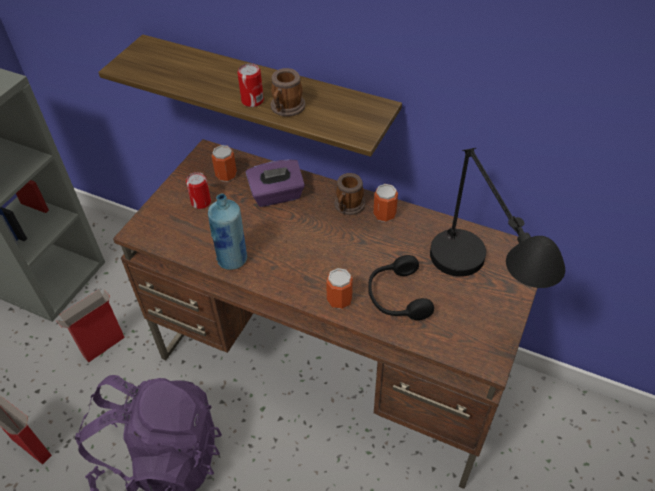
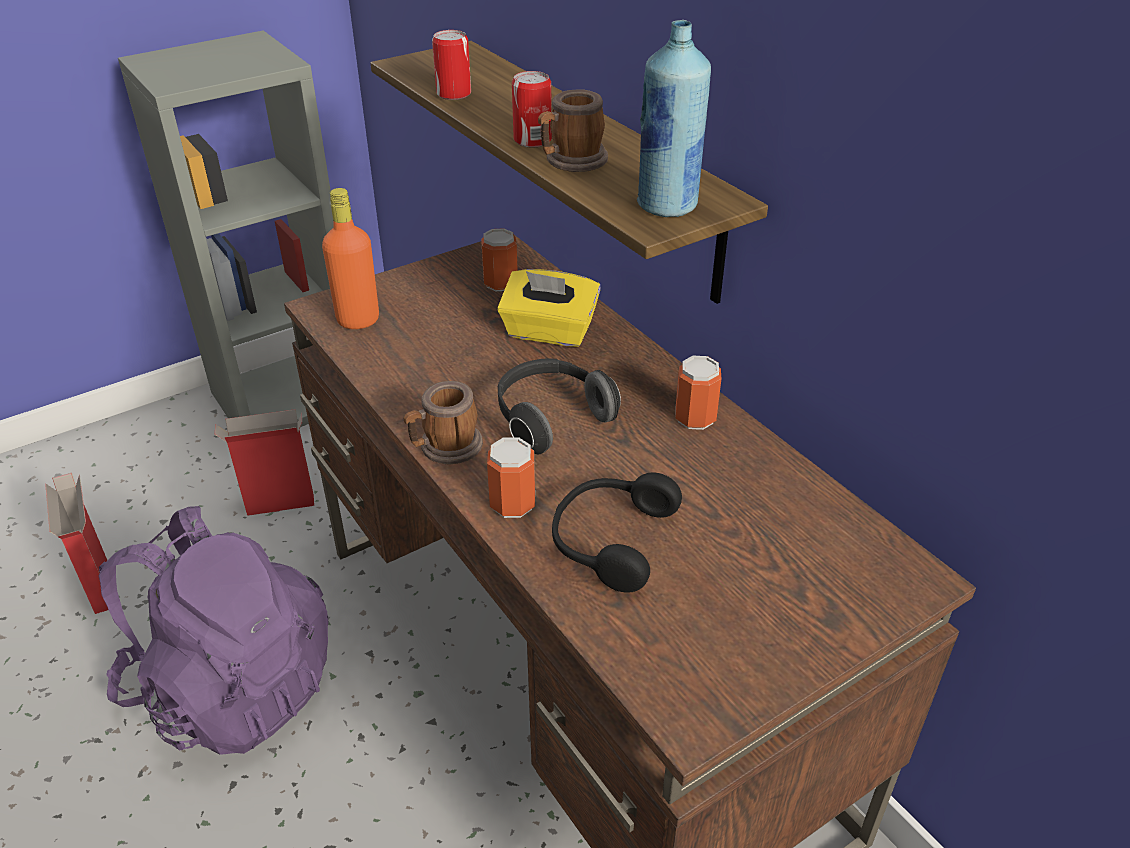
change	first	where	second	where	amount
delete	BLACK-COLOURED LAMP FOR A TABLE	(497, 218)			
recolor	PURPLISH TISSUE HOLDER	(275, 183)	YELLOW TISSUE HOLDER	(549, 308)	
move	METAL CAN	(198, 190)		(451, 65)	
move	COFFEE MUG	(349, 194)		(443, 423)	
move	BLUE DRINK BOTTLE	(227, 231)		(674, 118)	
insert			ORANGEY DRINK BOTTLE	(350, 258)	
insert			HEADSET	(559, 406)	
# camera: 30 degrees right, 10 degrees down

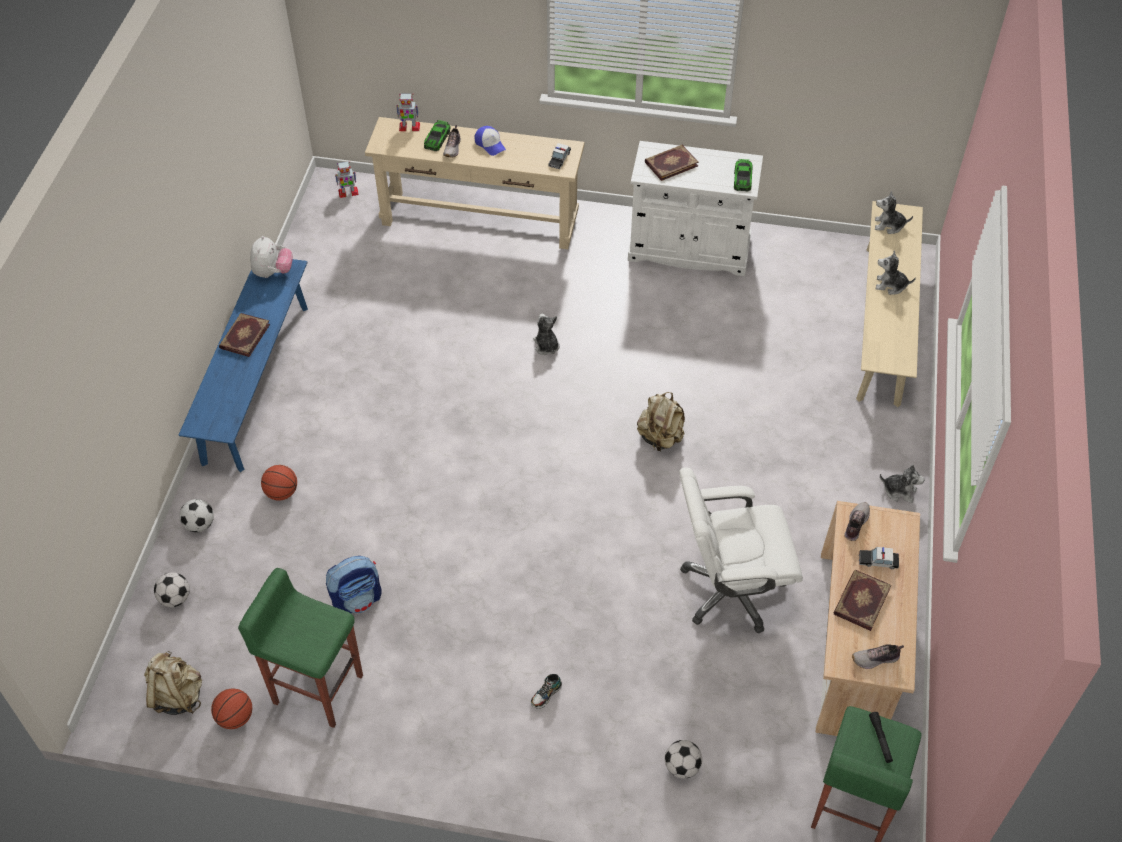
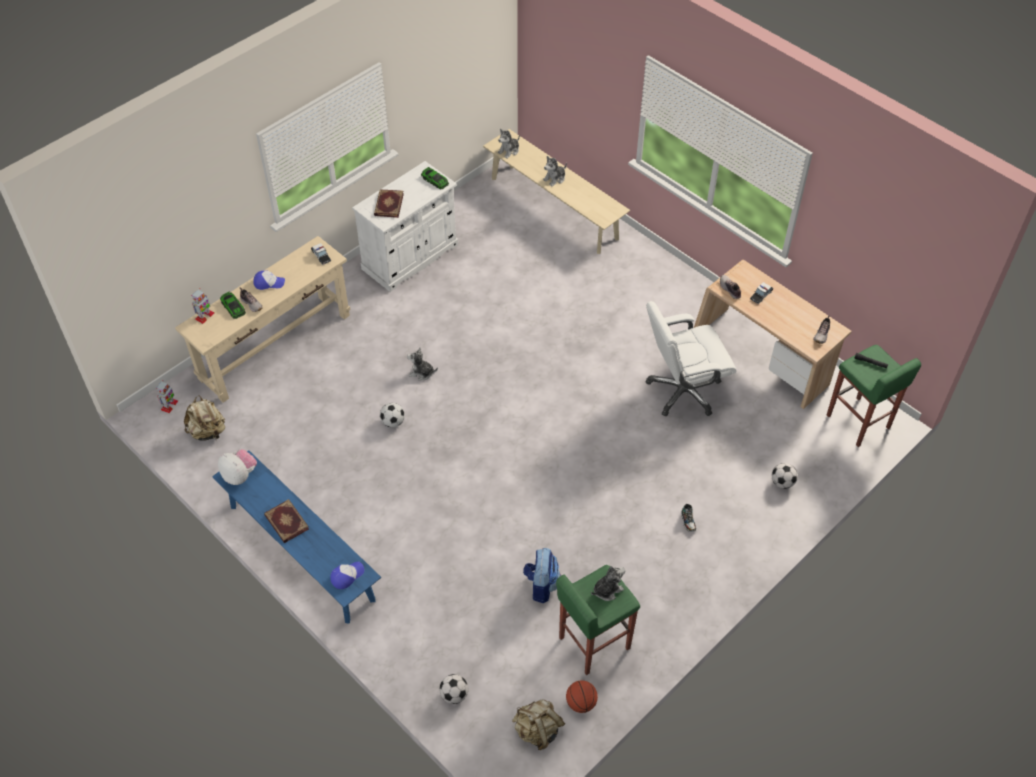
change	first	where	second	where	amount
move	BEIGE-COLOURED BACKPACK	(661, 421)		(204, 418)	
delete	BASKETBALL	(279, 483)			
move	PLUSH TOY	(902, 484)		(608, 583)	
rotate	WHITE-COLOURED OFFICE CHAIR	(741, 550)		(691, 359)	45 degrees clockwise
move	FOOTBALL	(196, 515)		(392, 415)	
delete	VOLUME	(862, 600)			
insert			CAP	(347, 575)	
# camera: 55 degrees left, 0 degrees up

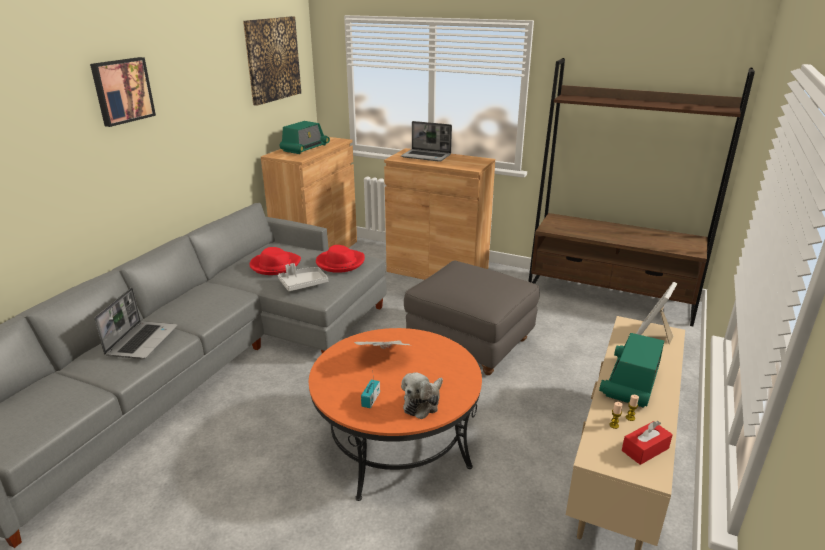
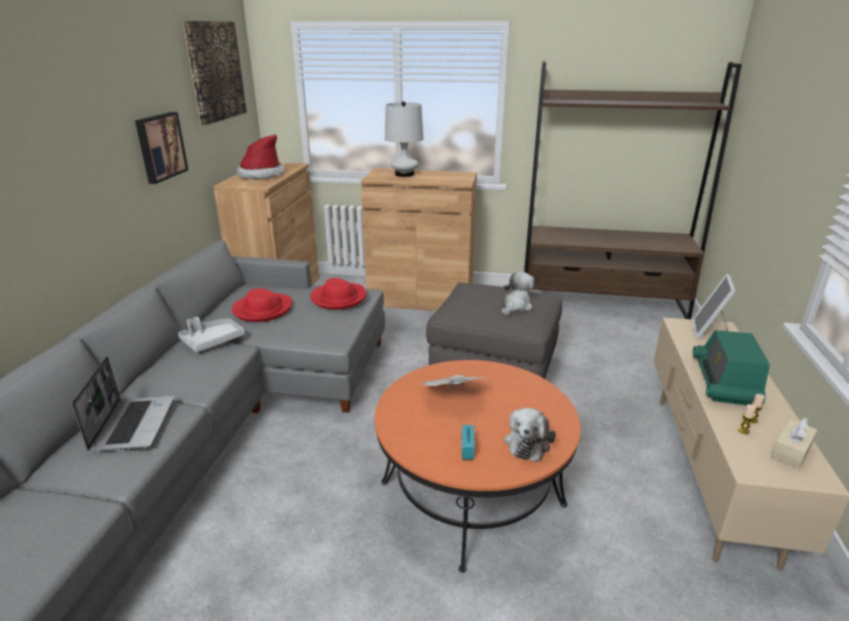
change	first	where	second	where	amount
move	WALL ART	(123, 92)		(161, 148)	
replace	RADIO SET	(305, 137)	CLOTHING HAT	(261, 157)	
replace	NOTEBOOK COMPUTER	(426, 141)	WHITE-COLOURED LAMP FOR A TABLE	(404, 139)	
move	GRAY TRAY	(303, 277)		(211, 334)	
recolor	RED-COLOURED TISSUE HOLDER	(647, 443)	BEIGE-COLOURED TISSUE HOLDER	(794, 443)	
insert			PLUSH TOY	(517, 294)	
# camera: 15 degrees left, 0 degrees up

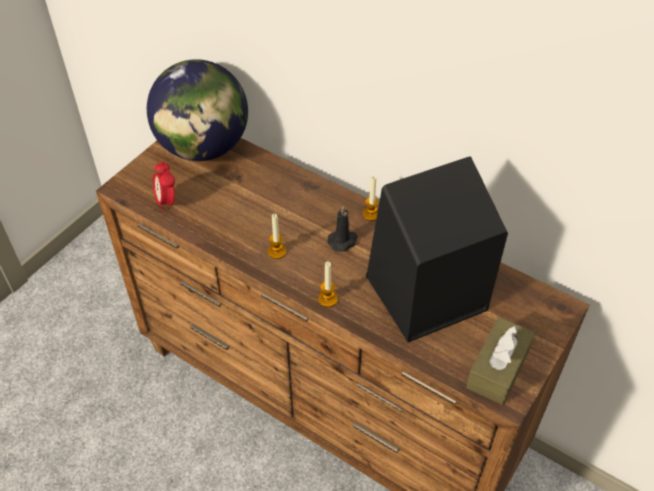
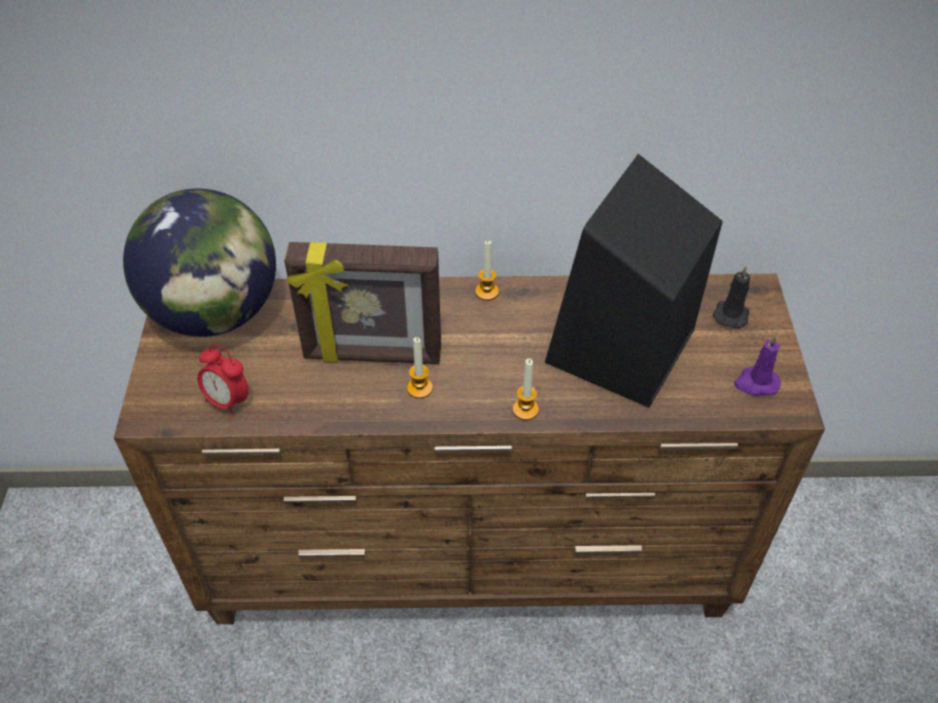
change	first	where	second	where	amount
move	BLACK-COLOURED WAX CANDLE	(342, 228)		(731, 297)	
replace	BROWN-COLOURED TISSUE HOLDER	(500, 361)	PURPLISH WAX CANDLE	(757, 365)	
insert			PICTURE FRAME	(362, 303)	
# camera: 35 degrees left, 0 degrees up

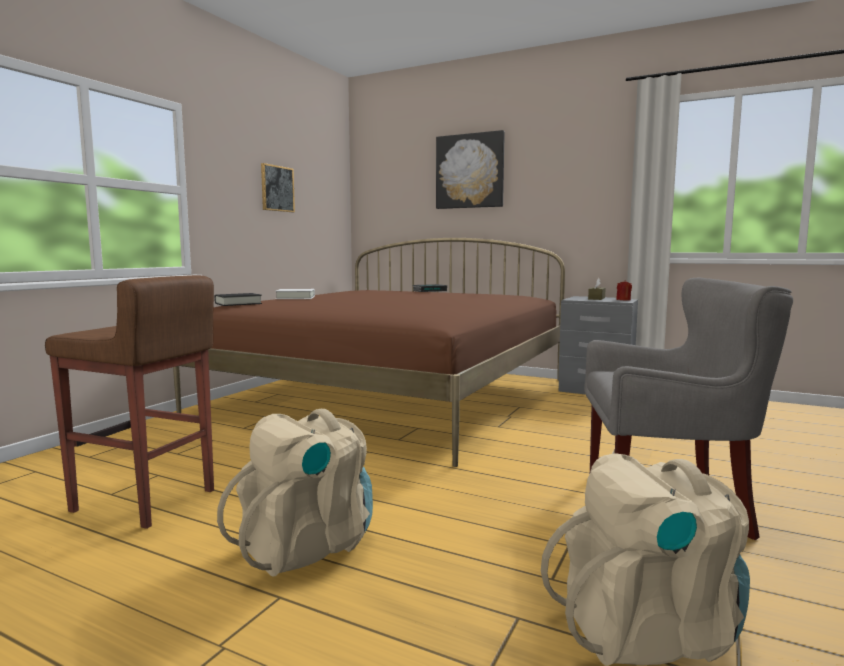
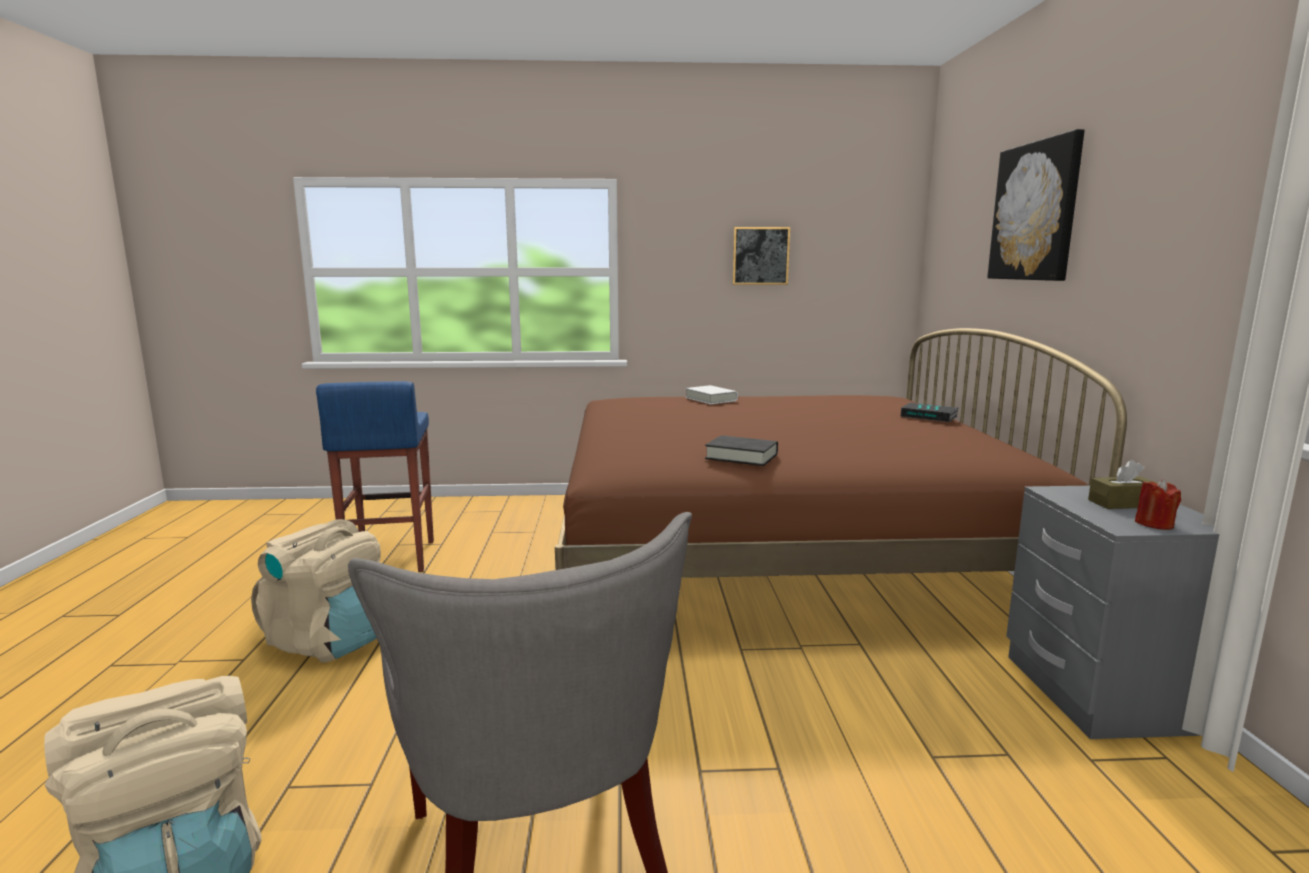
change	first	where	second	where	amount
recolor	BROWN-COLOURED SITTING STOOL	(129, 402)	BLUE SITTING STOOL	(375, 476)	
move	BLACK-COLOURED VOLUME	(238, 299)		(741, 450)	
# camera: 60 degrees right, 5 degrees up

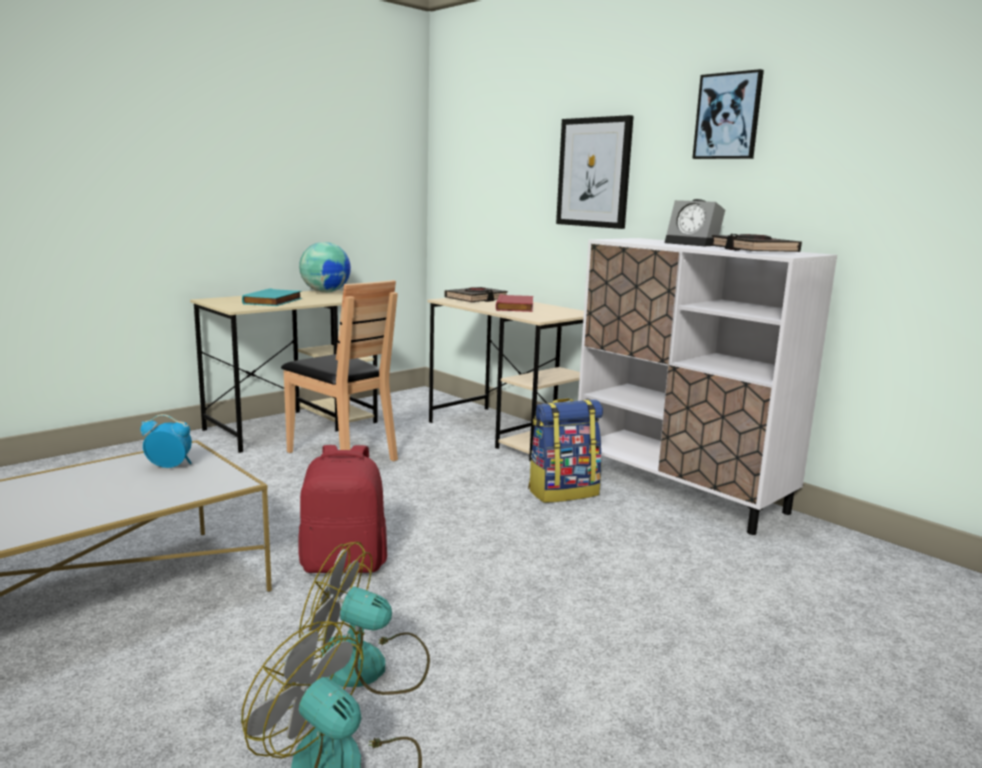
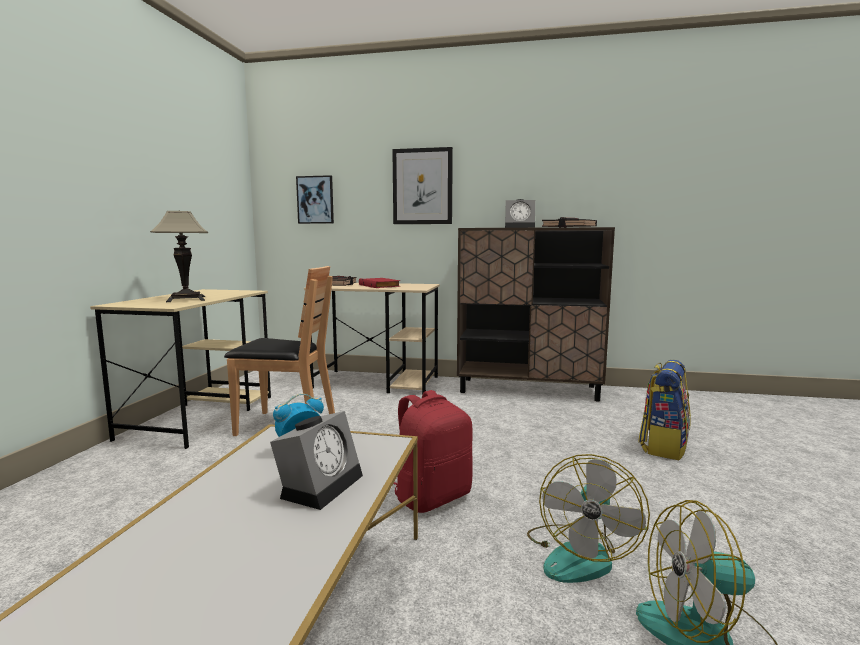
change	first	where	second	where	amount
move	WALL ART	(728, 114)		(315, 199)	
recolor	WHITE-COLOURED CABINET	(707, 386)	BROWN-COLOURED CABINET	(536, 314)	
delete	GLOBE	(325, 267)			
replace	TURQUOISE-COLOURED VOLUME	(272, 297)	LAMP FOR A TABLE	(179, 256)	
move	BACKPACK	(565, 450)		(664, 410)	
rotate	ELECTRIC FAN	(364, 618)		(588, 518)	45 degrees counterclockwise
insert			TABLE CLOCK	(316, 460)	
# camera: 35 degrees left, 5 degrees down

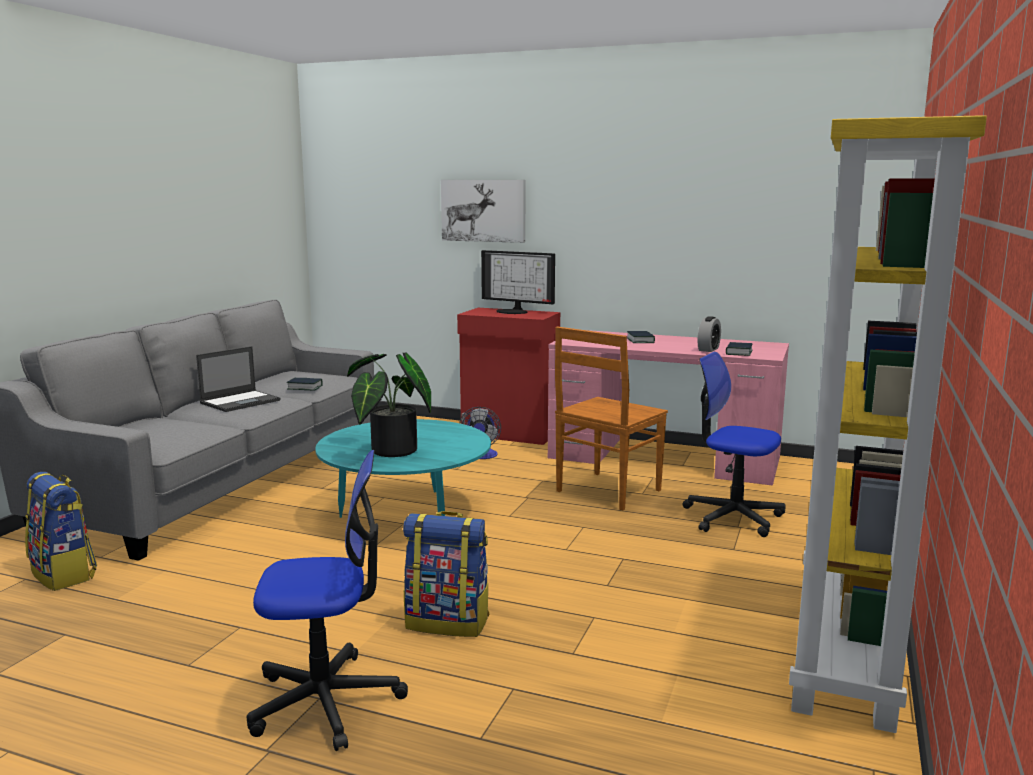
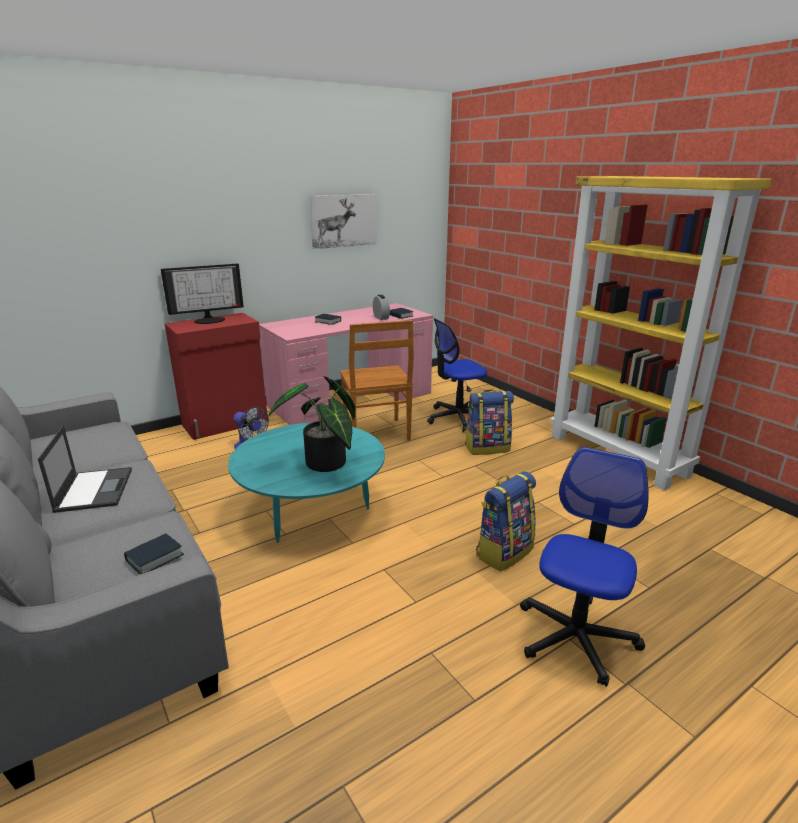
change	first	where	second	where	amount
move	WALL ART	(483, 211)		(342, 221)	
move	VOLUME	(304, 384)		(154, 554)	
move	BACKPACK	(61, 531)		(489, 422)	
# camera: 55 degrees left, 10 degrees up

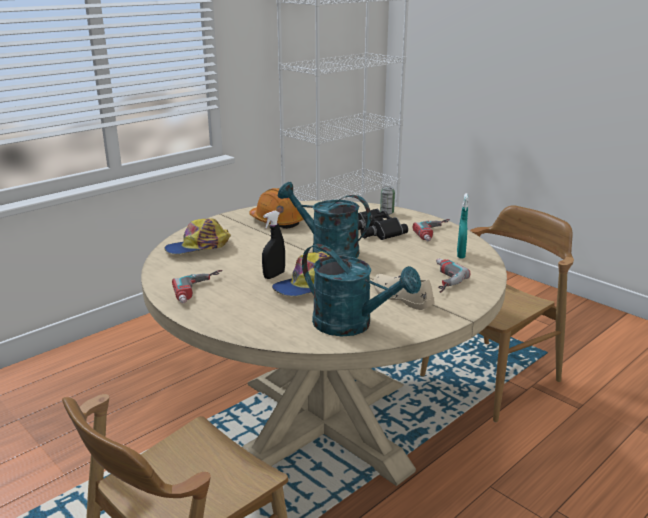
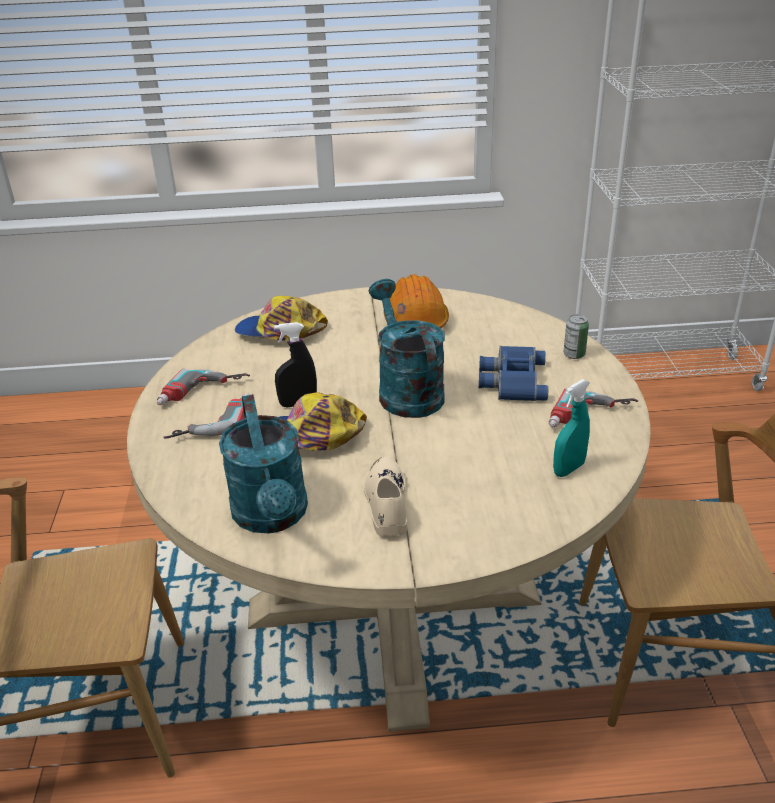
change	first	where	second	where	amount
recolor	BLACK-COLOURED FIELD GLASSES	(383, 224)	BLUE FIELD GLASSES	(513, 373)	
move	POWER DRILL	(453, 275)		(206, 416)	
# camera: 40 degrees right, 10 degrees up

